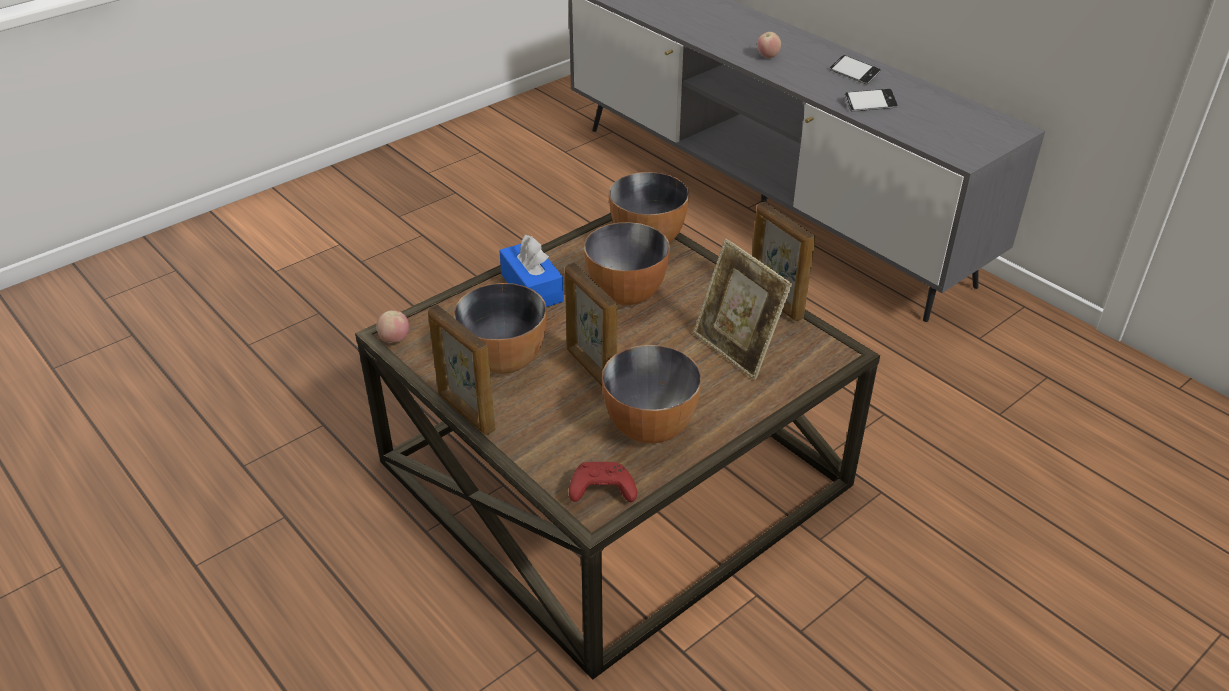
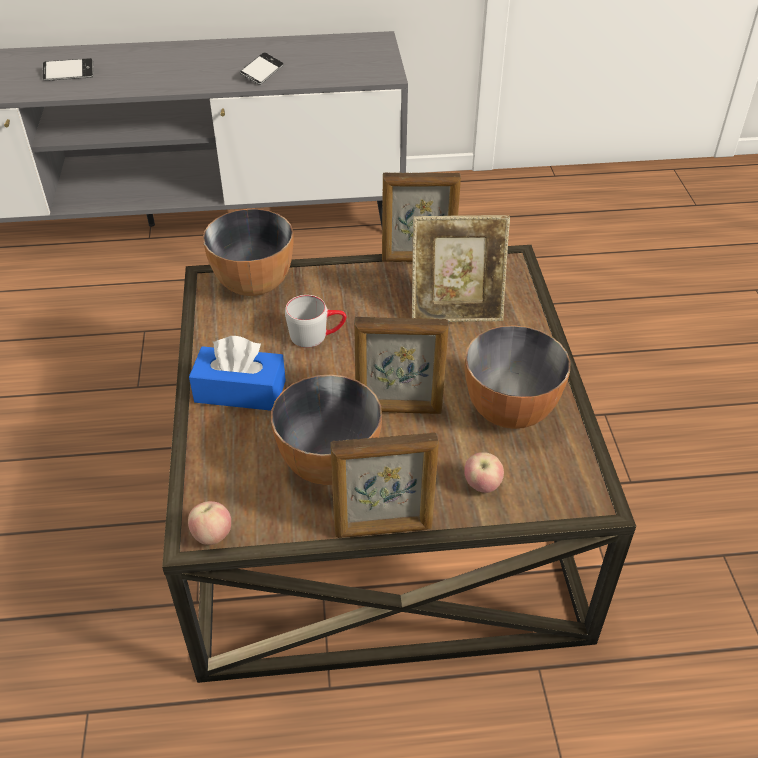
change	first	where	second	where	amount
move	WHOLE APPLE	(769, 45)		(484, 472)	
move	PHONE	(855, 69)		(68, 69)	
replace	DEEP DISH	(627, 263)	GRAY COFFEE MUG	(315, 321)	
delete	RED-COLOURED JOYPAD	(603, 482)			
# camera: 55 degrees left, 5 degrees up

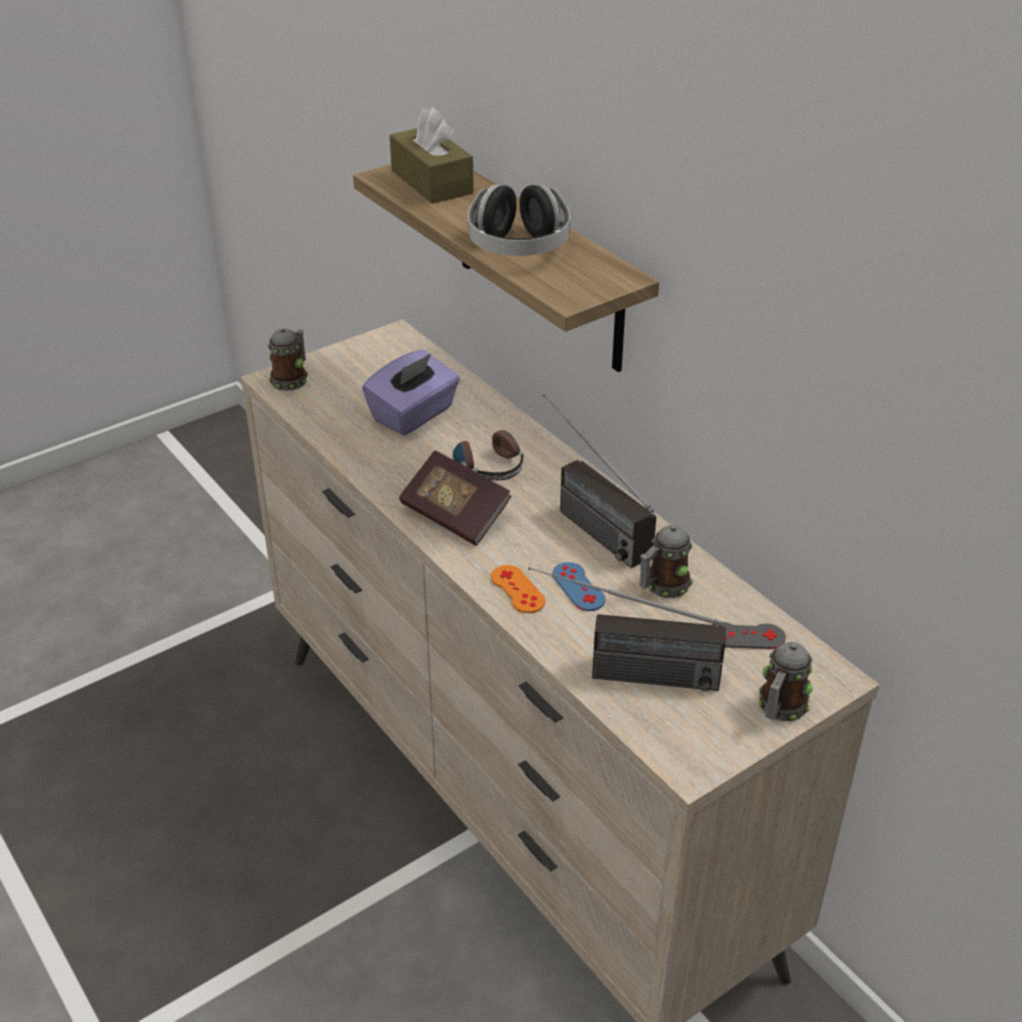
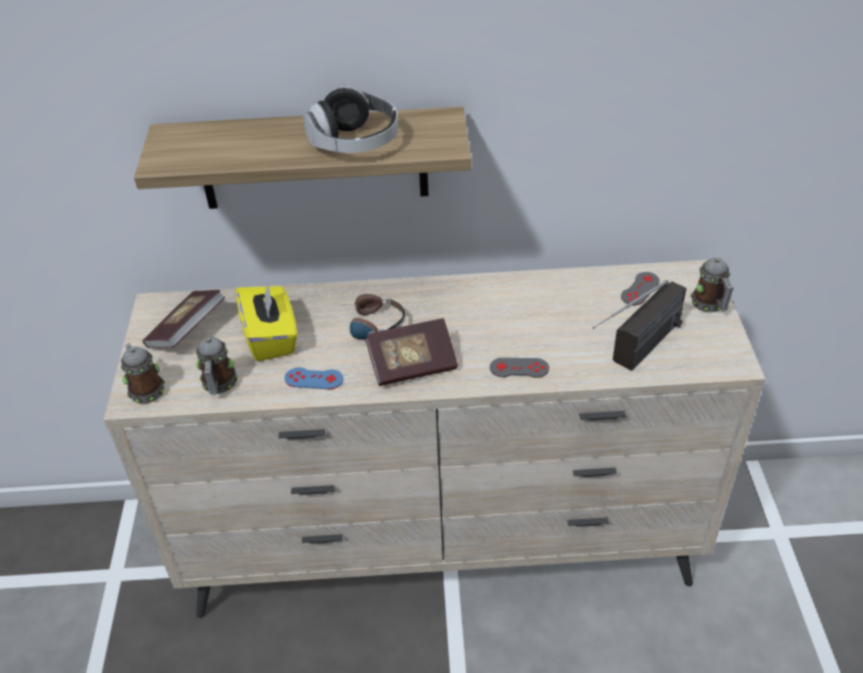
change	first	where	second	where	amount
delete	BROWN-COLOURED TISSUE HOLDER	(432, 155)			
recolor	PURPLISH TISSUE HOLDER	(411, 392)	YELLOW TISSUE HOLDER	(266, 321)	
delete	RADIO SET	(599, 481)			
move	COFFEE MUG	(666, 561)		(216, 366)	
move	BLUE JOYPAD	(579, 586)		(314, 378)	
recolor	ORANGEY JOYPAD	(518, 589)	GRAY JOYPAD	(519, 368)	
insert			VOLUME	(184, 319)	
# camera: 55 degrees left, 5 degrees up

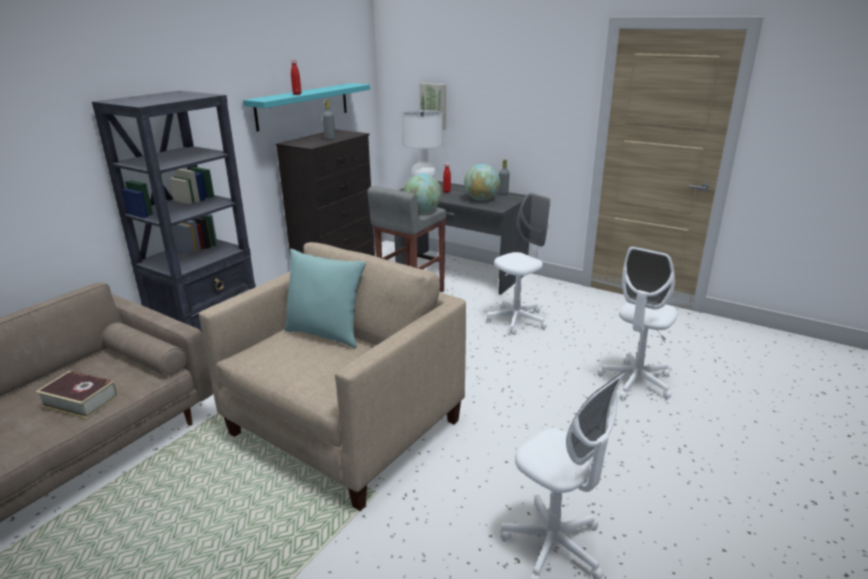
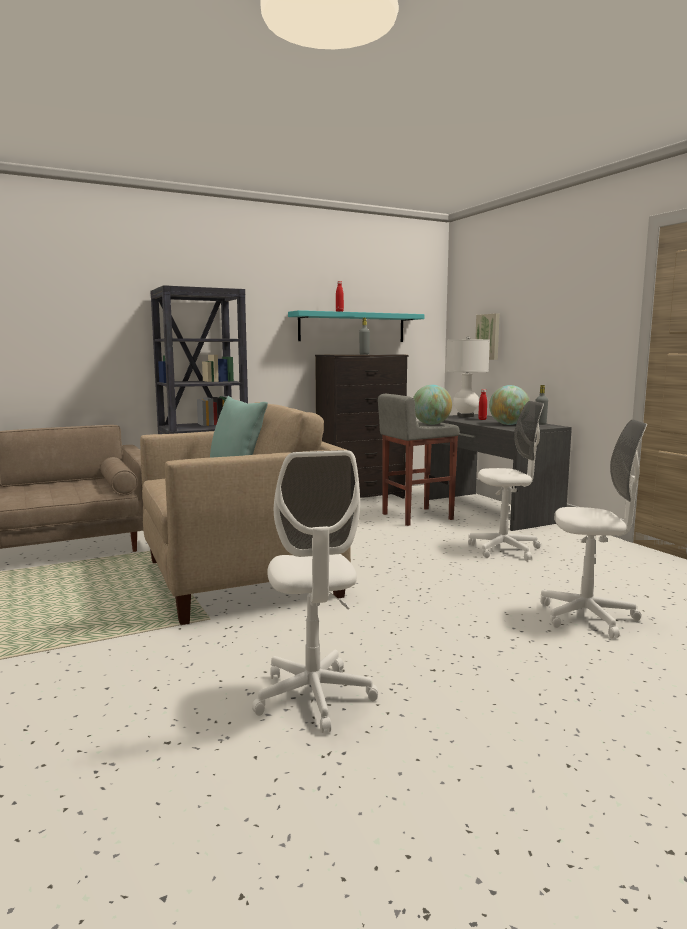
change	first	where	second	where	amount
rotate	WHITE-COLOURED OFFICE CHAIR	(637, 323)		(593, 528)	150 degrees counterclockwise
delete	VOLUME	(76, 395)			
# camera: 30 degrees right, 15 degrees down

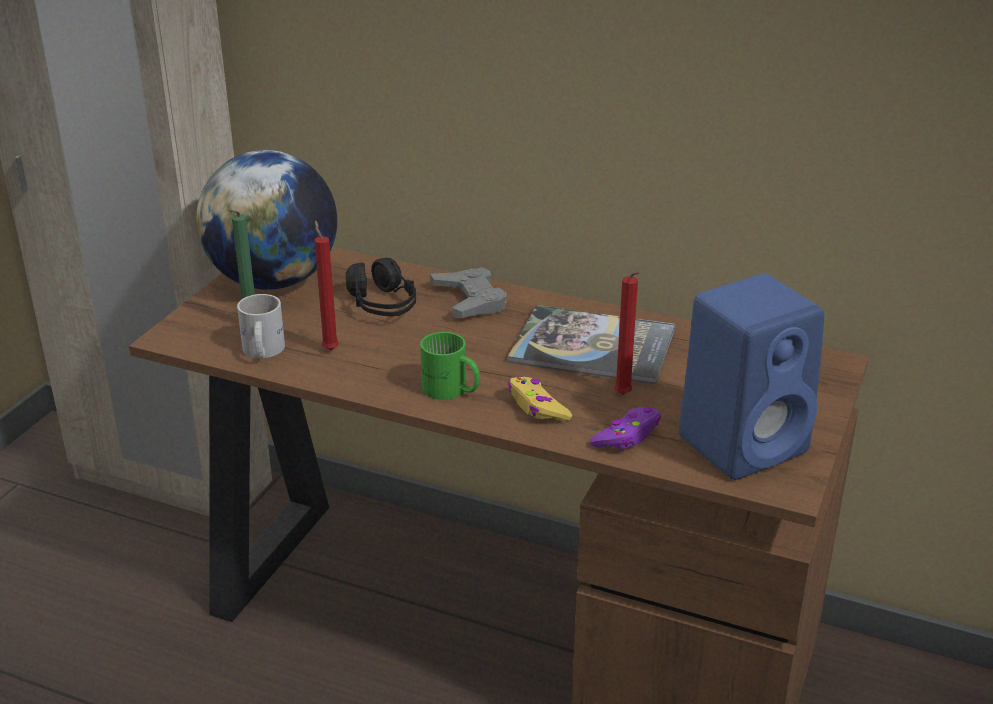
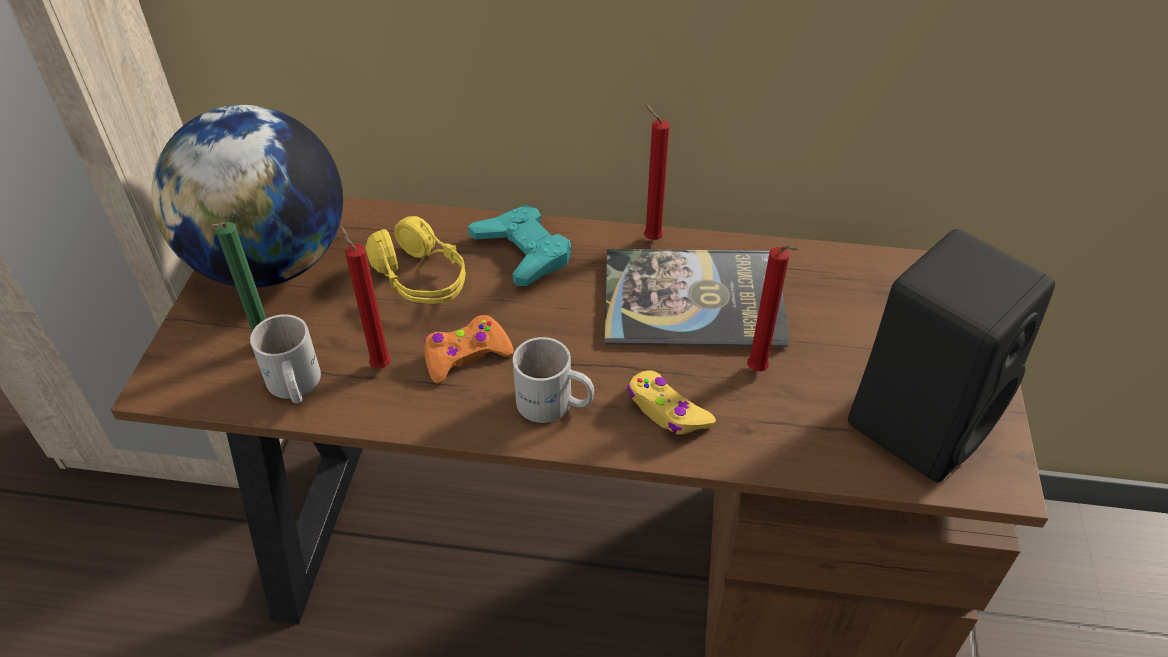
change	first	where	second	where	amount
recolor	BLACK-COLOURED HEADSET	(380, 287)	YELLOW HEADSET	(415, 260)	
recolor	GRAY JOYPAD	(468, 292)	TURQUOISE-COLOURED JOYPAD	(519, 245)	
recolor	BLUE AUDIO SPEAKER	(751, 377)	BLACK-COLOURED AUDIO SPEAKER	(951, 356)	
recolor	GREEN COFFEE MUG	(450, 366)	WHITE-COLOURED COFFEE MUG	(553, 380)	
delete	PURPLISH JOYPAD	(625, 428)			
insert			RED-COLOURED WAX CANDLE	(657, 172)	
insert			ORANGEY JOYPAD	(469, 349)	
# camera: 15 degrees left, 15 degrees up

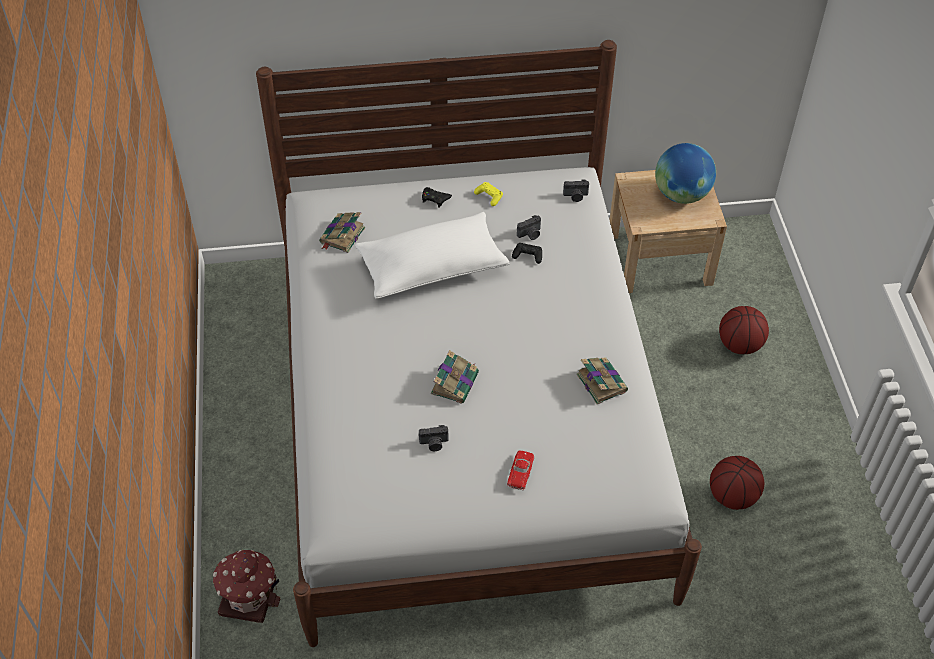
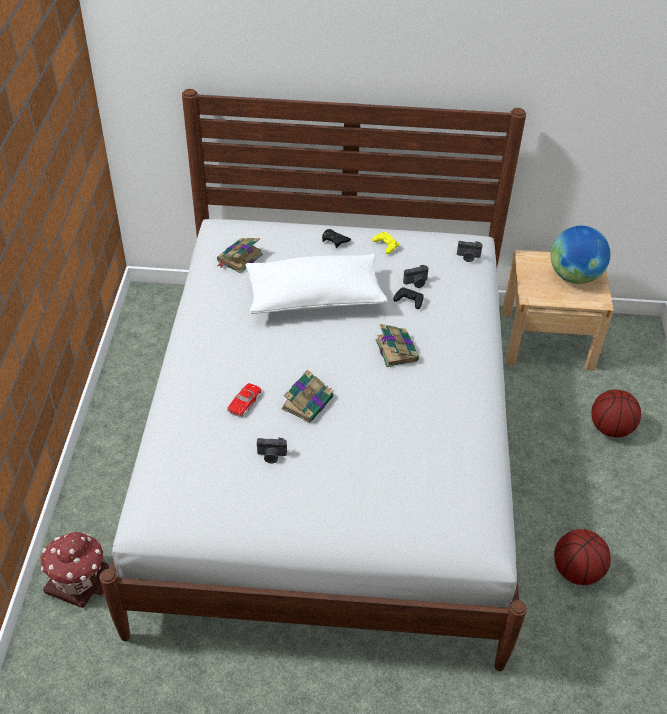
change	first	where	second	where	amount
move	VOLUME	(602, 381)		(397, 345)	
move	RED-COLOURED TOY CAR	(520, 470)		(244, 400)	
# camera: 10 degrees right, 5 degrees down

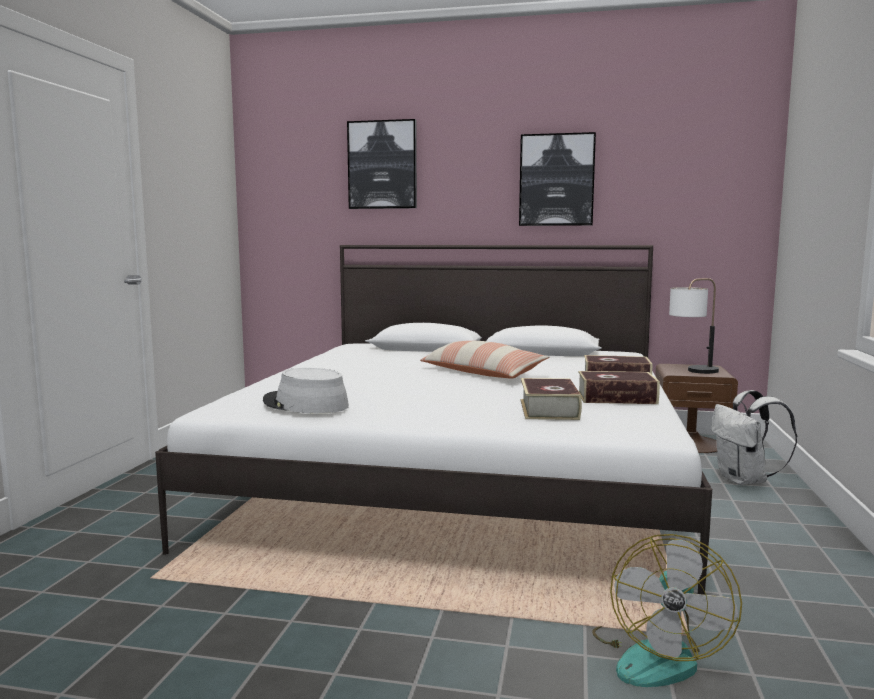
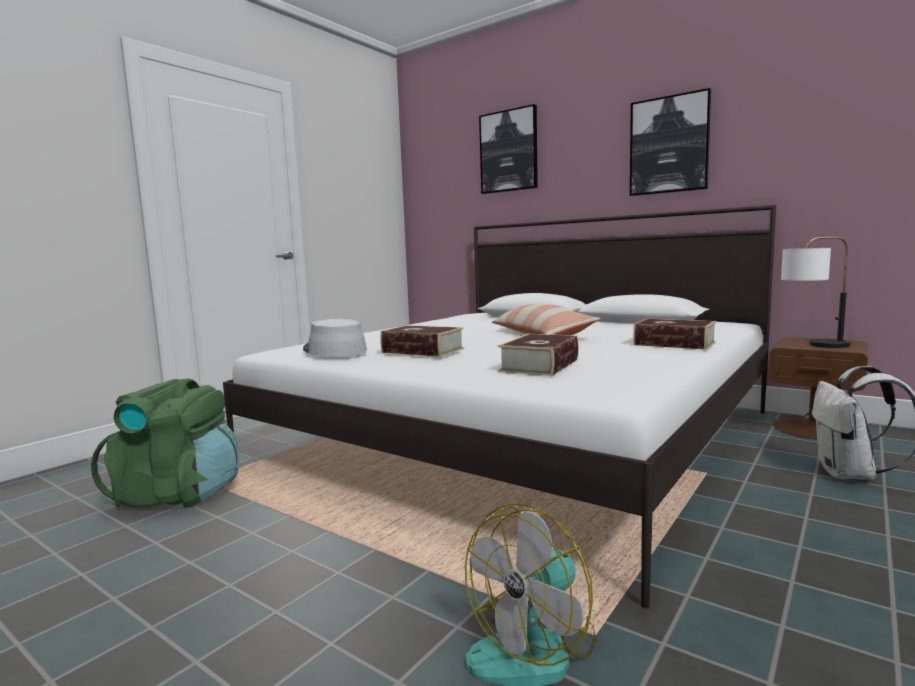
change	first	where	second	where	amount
move	VOLUME	(619, 387)		(422, 341)	
insert			GREEN BACKPACK	(165, 443)	
# camera: 25 degrees right, 0 degrees up

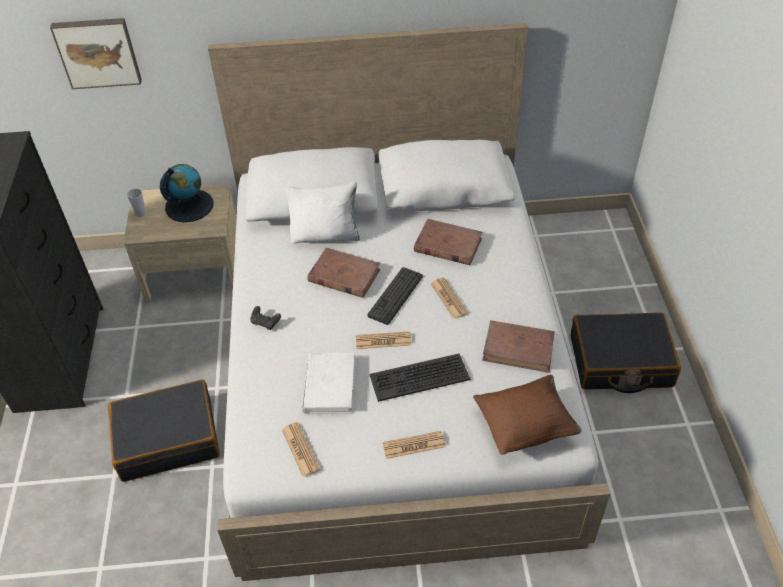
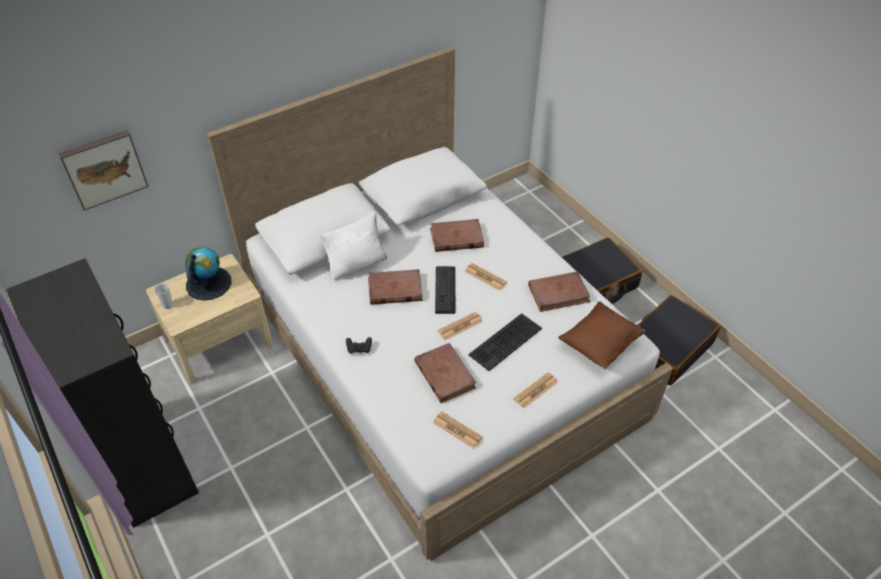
change	first	where	second	where	amount
recolor	WHITE-COLOURED VOLUME	(329, 383)	BROWN-COLOURED VOLUME	(445, 373)	
move	BLACK-COLOURED SUITCASE	(164, 430)		(679, 340)	
# camera: 30 degrees left, 0 degrees up

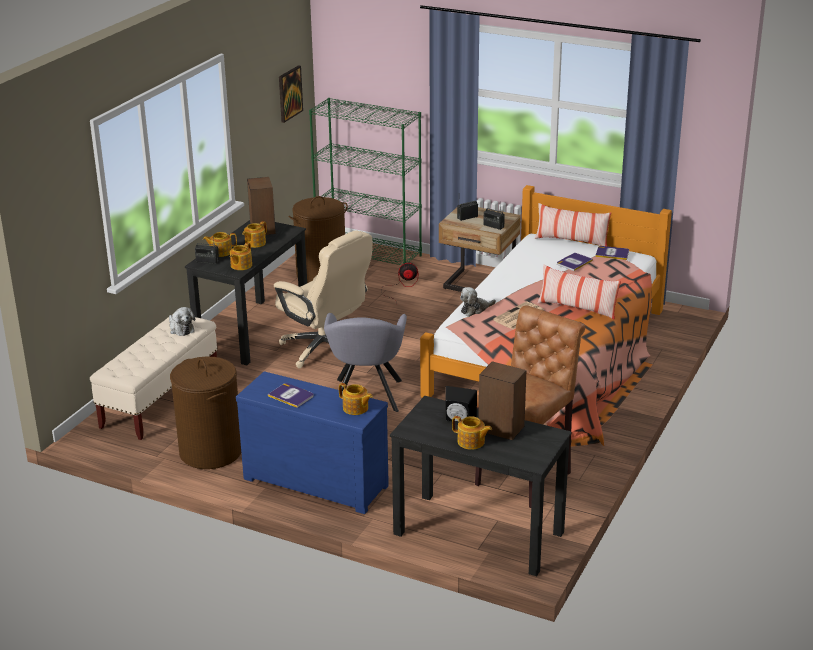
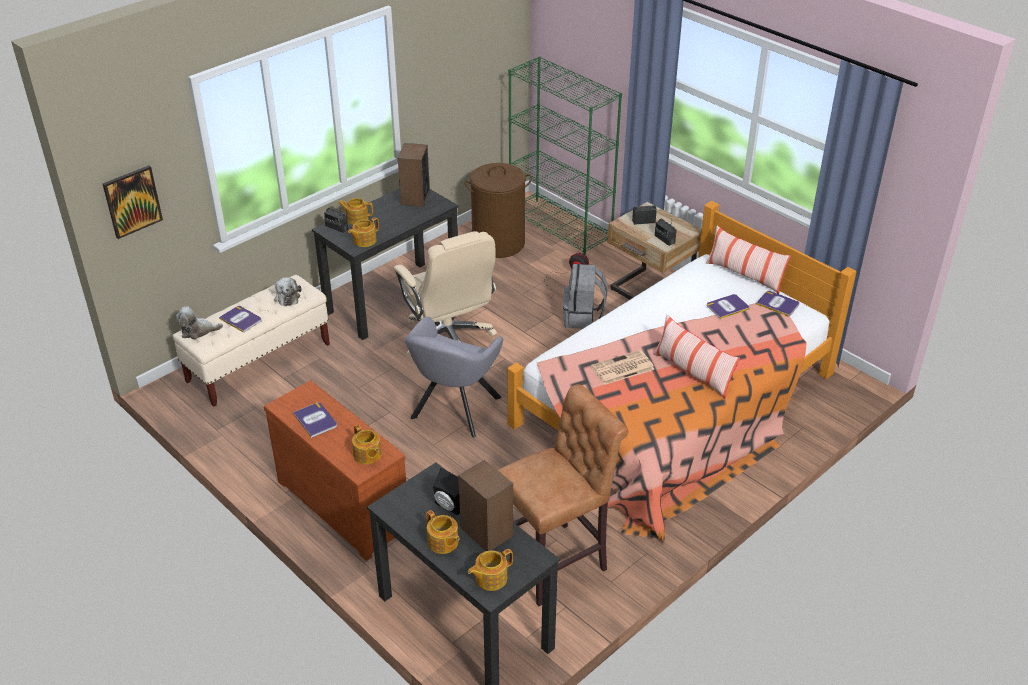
change	first	where	second	where	amount
move	WALL ART	(291, 94)		(133, 202)	
move	TEAPOT	(254, 234)		(490, 570)	
move	PLUSH TOY	(478, 302)		(199, 322)	
delete	BROWN-COLOURED LAUNDRY BASKET	(205, 412)			
recolor	BLUE CHEST OF DRAWERS	(312, 442)	BROWN-COLOURED CHEST OF DRAWERS	(335, 470)	
insert			GRAY BACKPACK	(585, 296)	
insert			VOLUME	(240, 319)	
# camera: 20 degrees right, 10 degrees up

